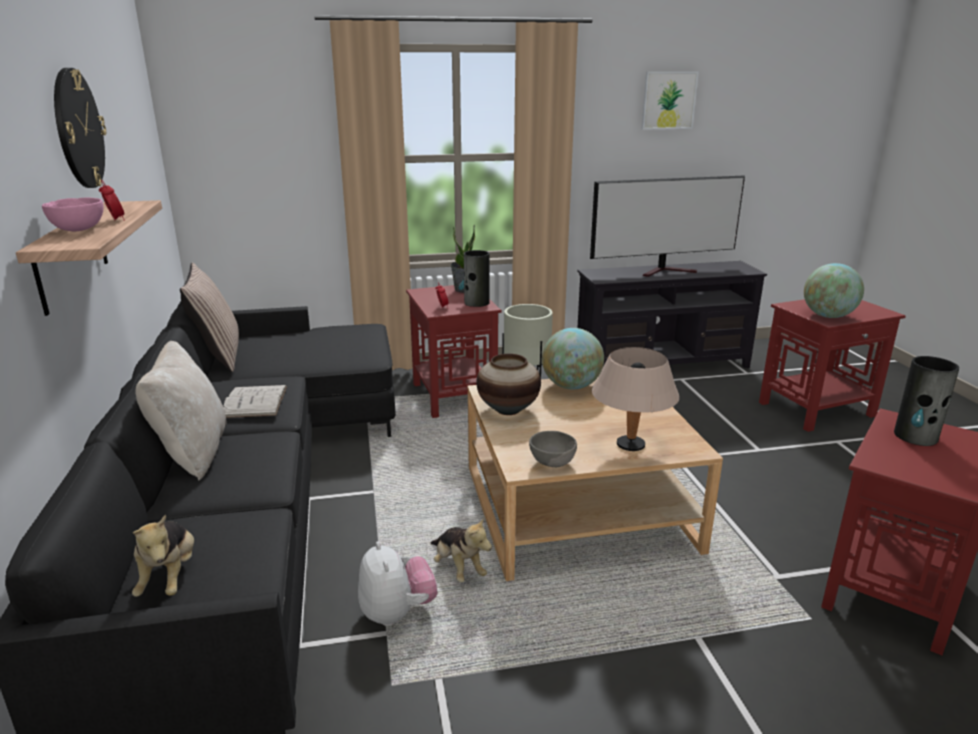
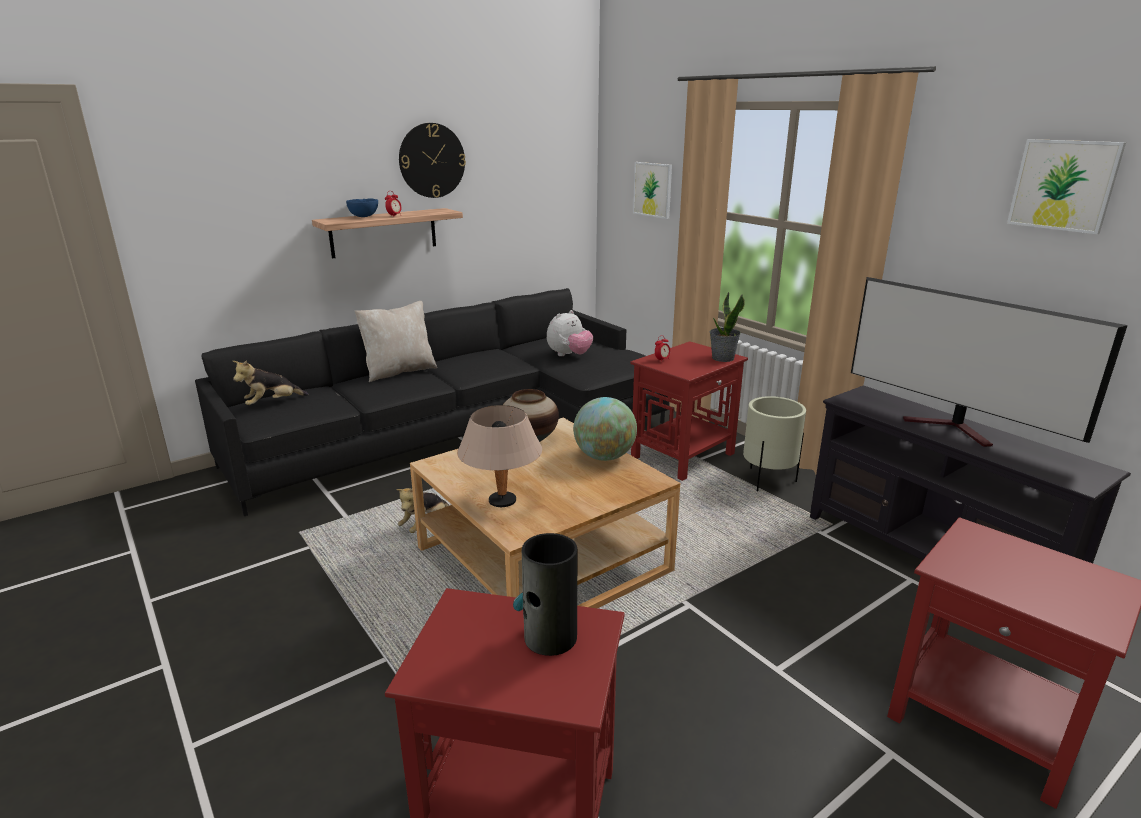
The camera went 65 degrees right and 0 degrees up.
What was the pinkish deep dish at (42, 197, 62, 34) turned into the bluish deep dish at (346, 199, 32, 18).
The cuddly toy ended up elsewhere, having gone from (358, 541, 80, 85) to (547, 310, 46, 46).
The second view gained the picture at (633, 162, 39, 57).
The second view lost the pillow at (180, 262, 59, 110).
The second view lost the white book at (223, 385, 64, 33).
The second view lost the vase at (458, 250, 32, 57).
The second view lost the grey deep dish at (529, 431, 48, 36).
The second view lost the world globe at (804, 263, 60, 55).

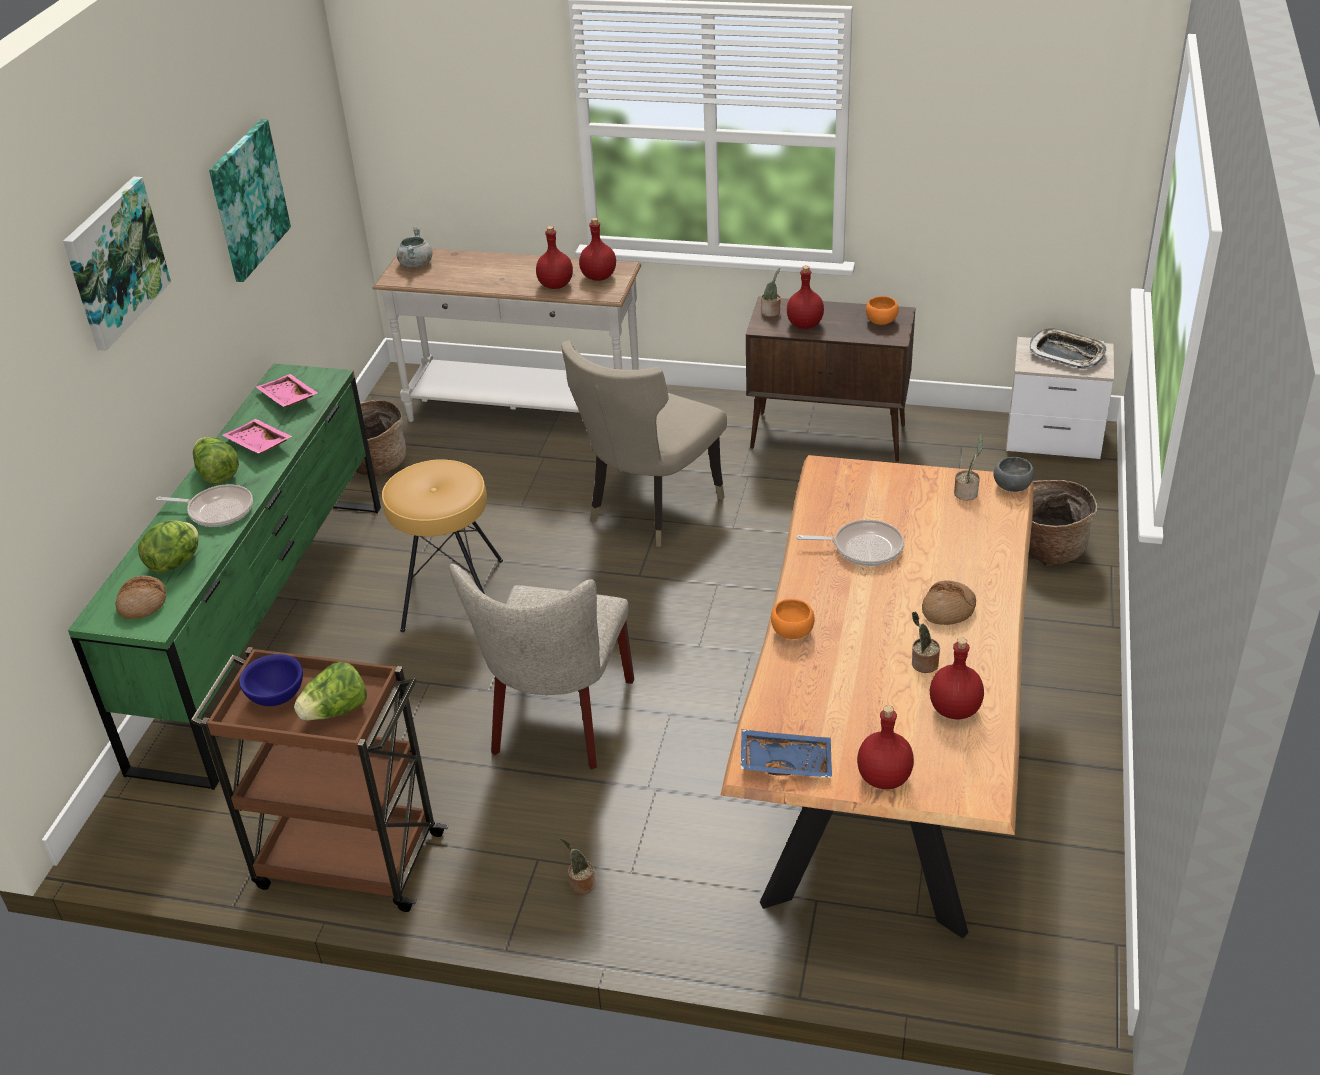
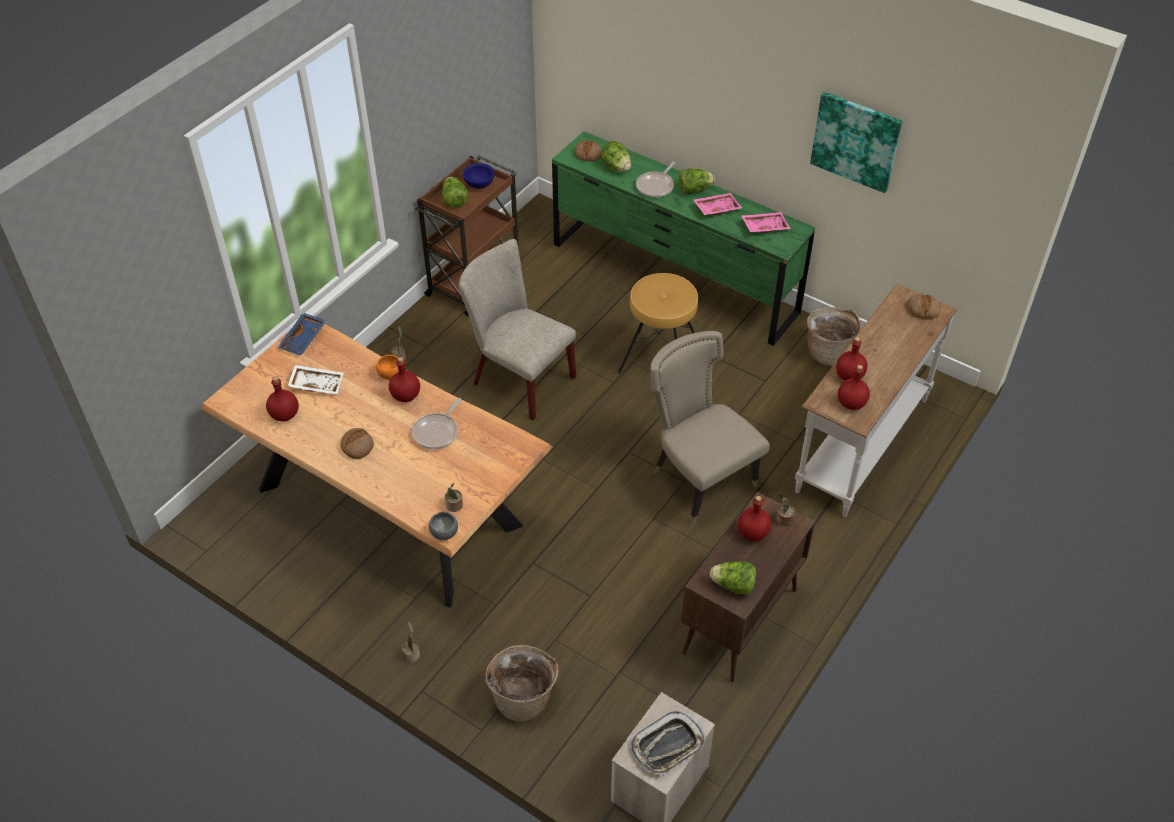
The camera went 110 degrees right and 10 degrees up.
The second view gained the white carrying tray at (288, 365, 56, 30).
The red-coloured drink bottle ended up elsewhere, having gone from (857, 705, 57, 84) to (389, 357, 31, 45).
The potted plant ended up elsewhere, having gone from (912, 612, 28, 61) to (402, 622, 18, 41).
Where the orange-coloured deep dish stood at (866, 296, 33, 29), the lettuce head came to stand at (710, 561, 46, 34).
Where the grey saucepot stood at (397, 227, 36, 40), the baked bread came to stand at (907, 294, 33, 25).
The second view lost the picture at (63, 177, 108, 174).

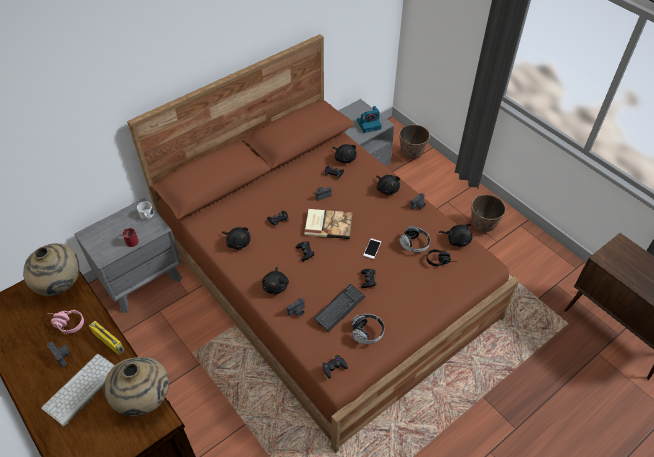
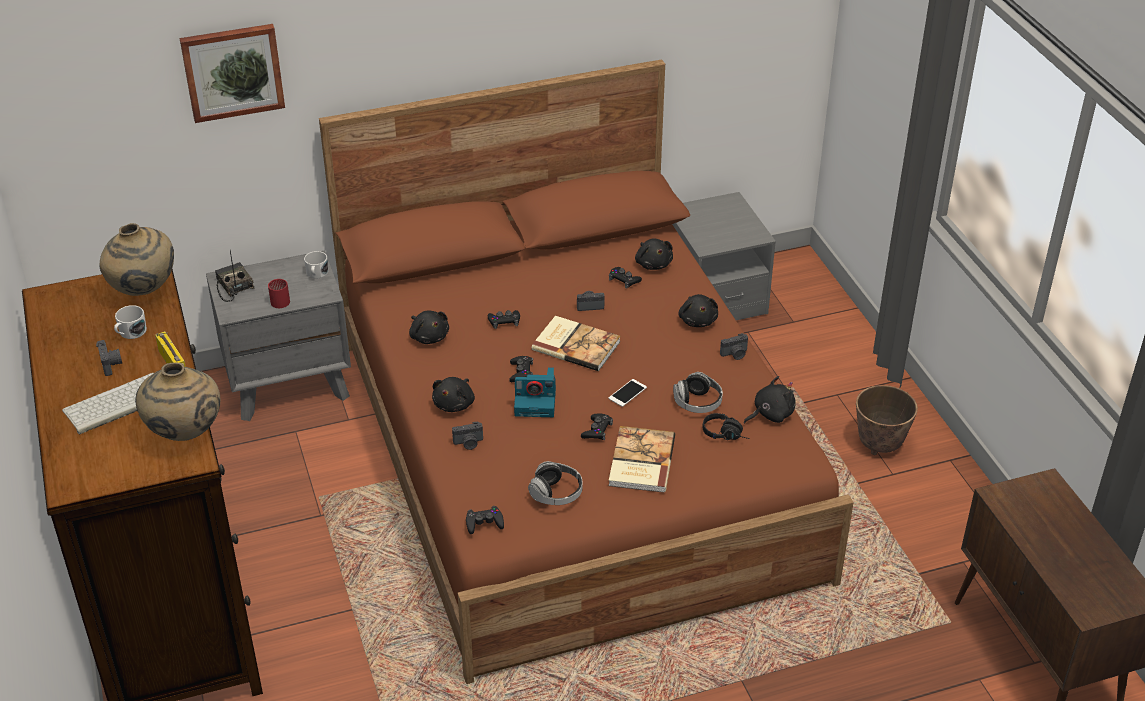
The camera went 20 degrees right and 10 degrees down.
Where the pinkish pair of headphones stood at (47, 310, 37, 24), the white tea mug came to stand at (114, 305, 33, 34).
The second view gained the picture at (180, 24, 105, 99).
The second view gained the radio at (215, 249, 40, 53).
The still camera ended up elsewhere, having gone from (357, 106, 25, 27) to (514, 367, 42, 50).
The second view gained the book at (609, 426, 66, 67).
The black cuddly toy at (438, 224, 35, 23) ended up facing another way, 75 degrees counterclockwise from before.
The second view lost the keyboard at (314, 284, 52, 48).
The second view lost the flower pot at (399, 124, 31, 35).

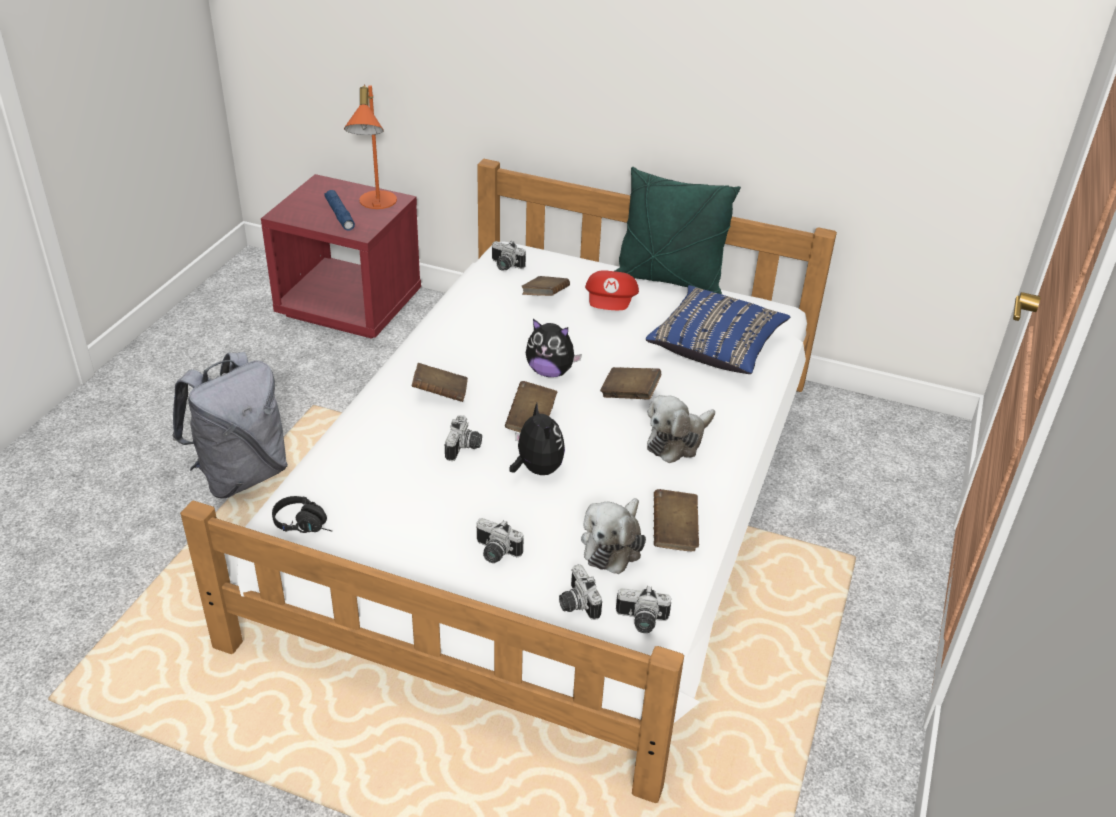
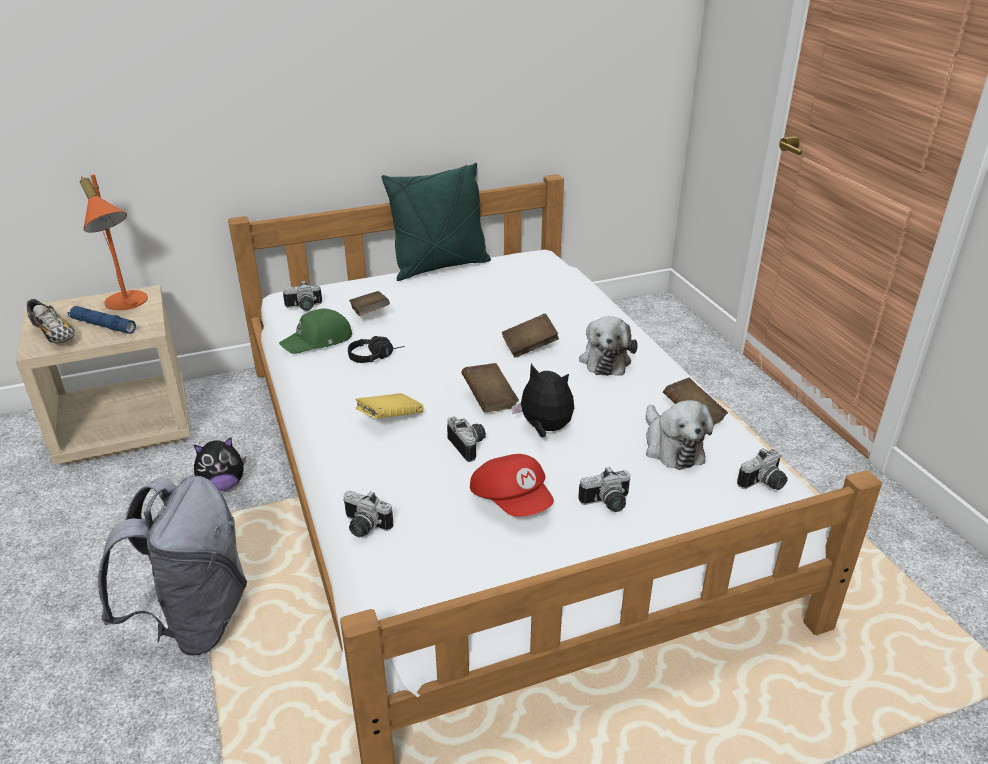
The camera went 40 degrees left and 5 degrees down.
What was the red-coloured bedside table at (261, 174, 160, 165) turned into the beige bedside table at (16, 285, 175, 180).
The second view gained the shoe at (27, 299, 48, 44).
The cuddly toy ended up elsewhere, having gone from (526, 319, 56, 58) to (194, 437, 52, 54).
The second view gained the green-coloured peaked cap at (279, 309, 73, 45).
The still camera ended up elsewhere, having gone from (559, 564, 43, 56) to (343, 491, 50, 46).
The black pair of headphones ended up elsewhere, having gone from (272, 496, 60, 37) to (348, 336, 57, 27).
What was the brown book at (412, 363, 56, 39) turned into the yellow-coloured book at (356, 393, 68, 26).
The red-coloured peaked cap ended up elsewhere, having gone from (585, 270, 54, 40) to (470, 454, 84, 63).
The second view lost the bluish pillow at (646, 285, 144, 89).

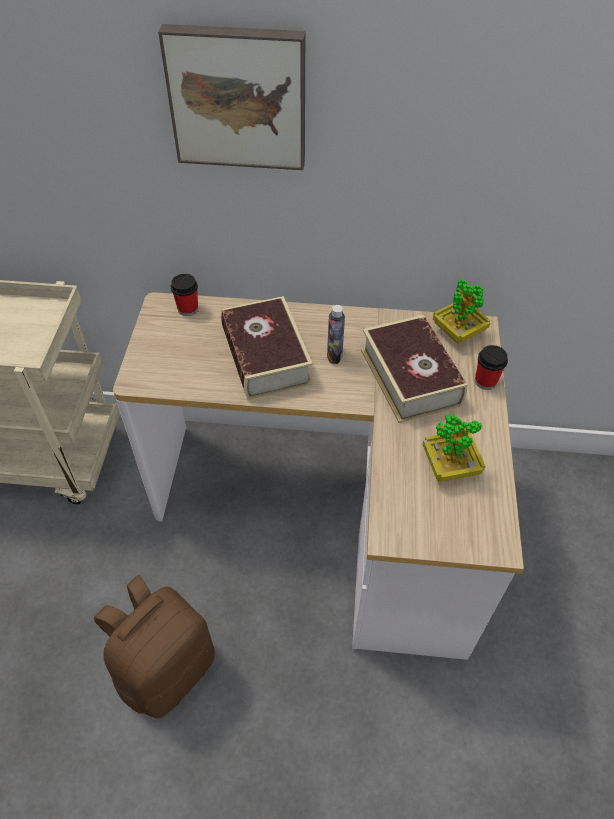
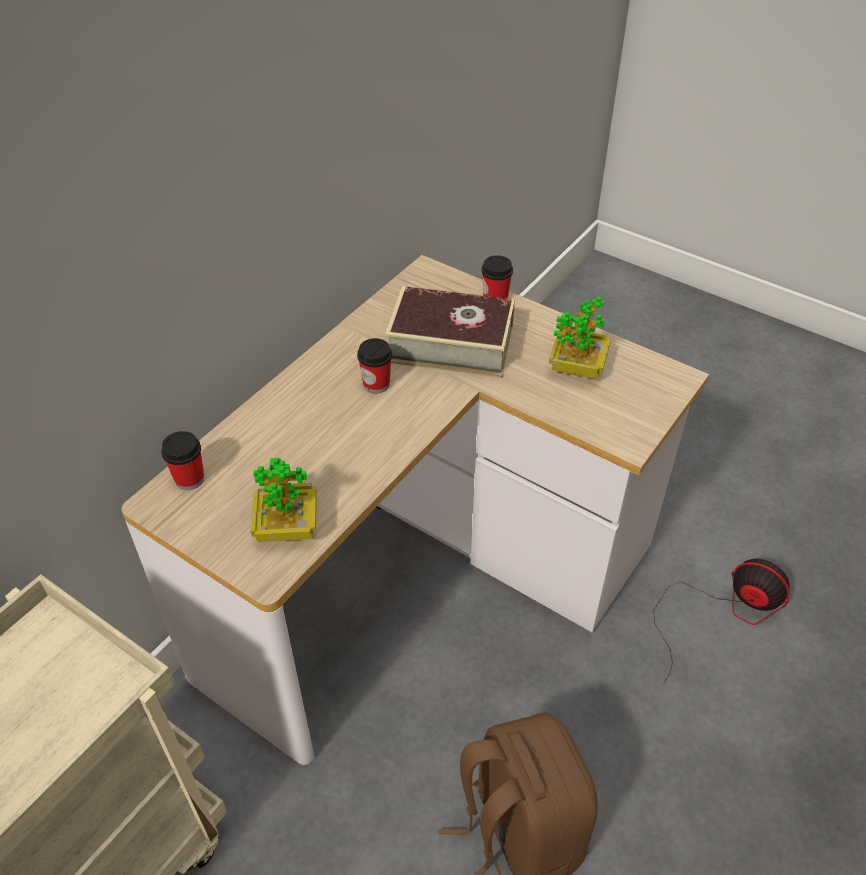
The camera went 60 degrees left and 5 degrees down.
The potted plant ended up elsewhere, having gone from (433, 279, 57, 65) to (251, 458, 66, 84).
Where the drink bottle stood at (327, 305, 18, 59), the small cup came to stand at (357, 338, 35, 56).
The second view gained the electric fan at (653, 558, 137, 125).
The second view lost the picture at (158, 24, 147, 146).
The second view lost the book at (221, 296, 92, 104).

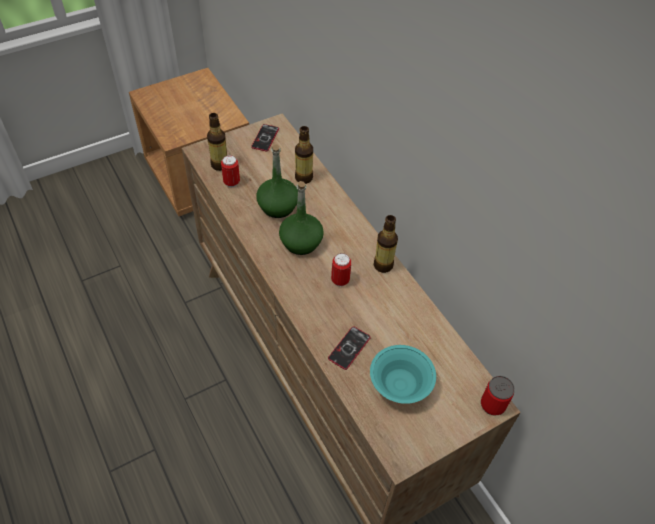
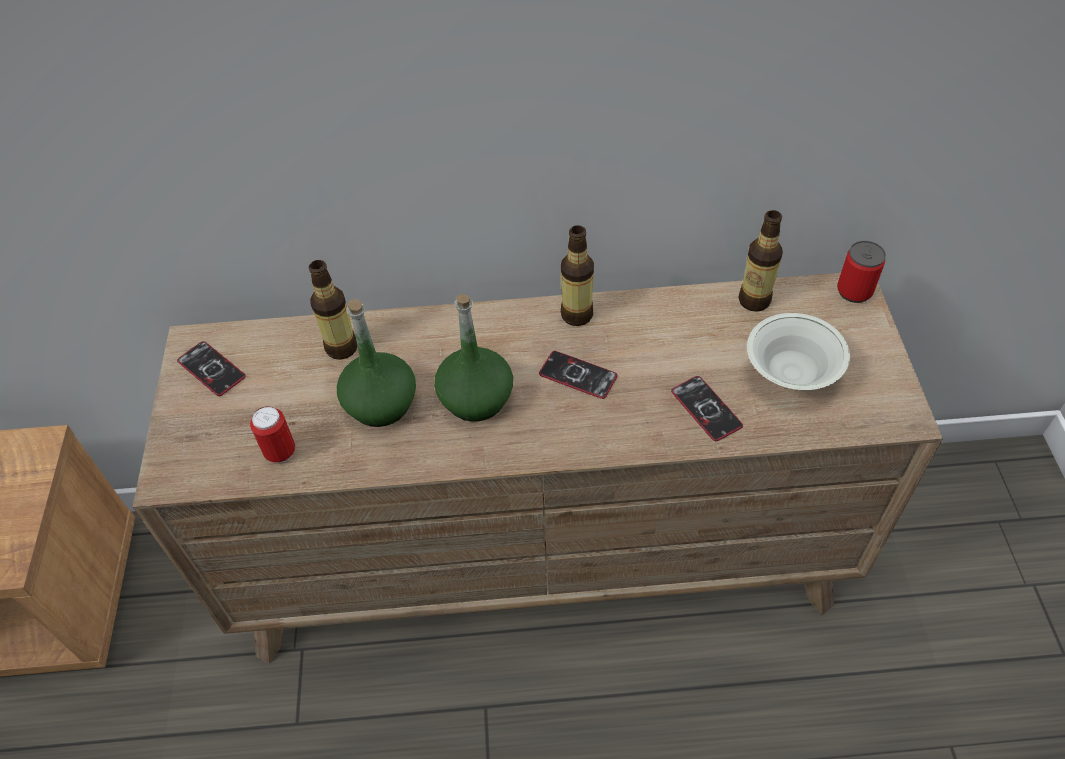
The camera went 60 degrees left and 0 degrees up.
Where the sealed can stood at (331, 253, 20, 33), the handset came to stand at (539, 351, 79, 48).
The drink bottle ended up elsewhere, having gone from (207, 113, 20, 58) to (738, 210, 45, 102).
What was the turquoise-coloured deep dish at (370, 345, 66, 59) turned into the white deep dish at (747, 313, 103, 77).

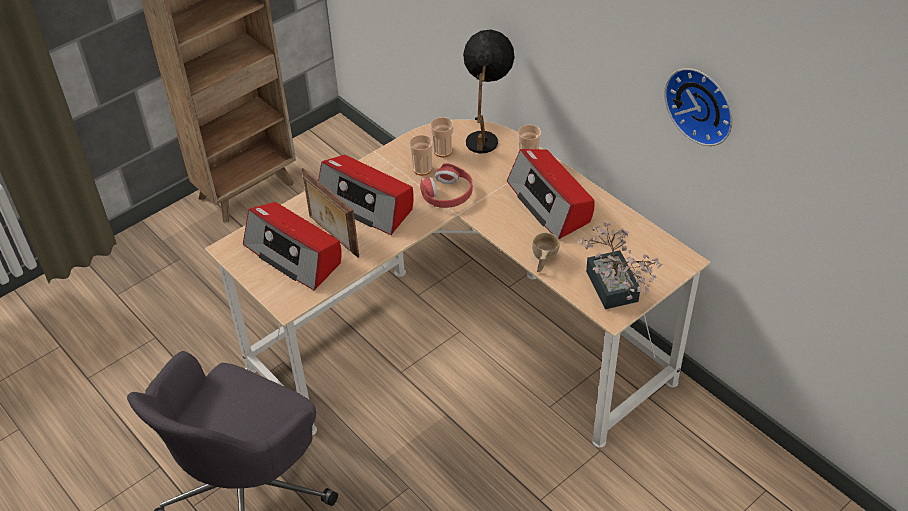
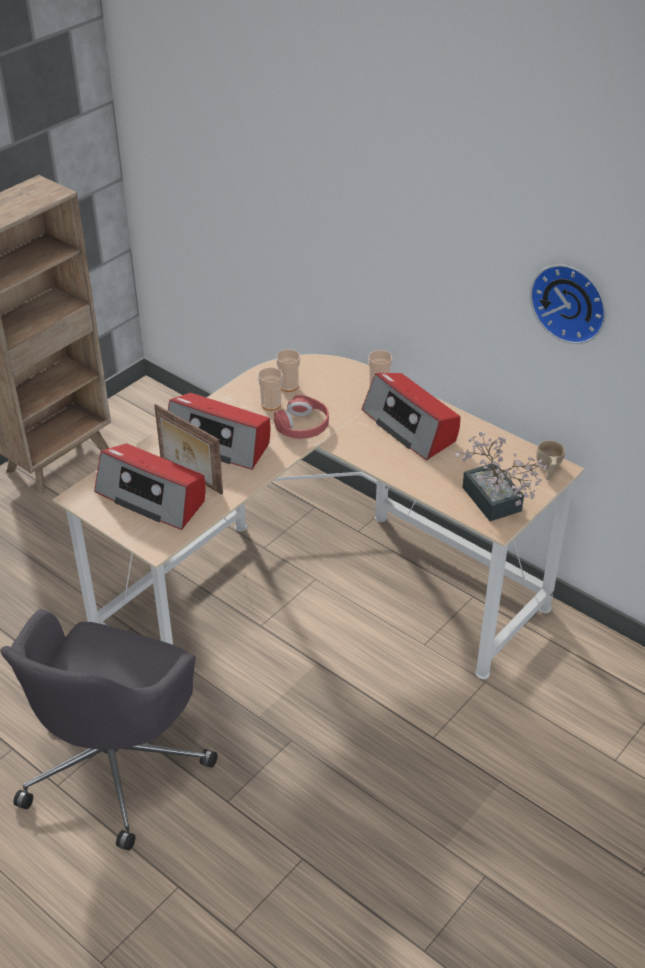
The camera went 10 degrees left and 5 degrees down.
The beige small cup ended up elsewhere, having gone from (532, 233, 28, 39) to (536, 440, 29, 40).
The second view lost the black lamp for a table at (463, 29, 52, 124).

